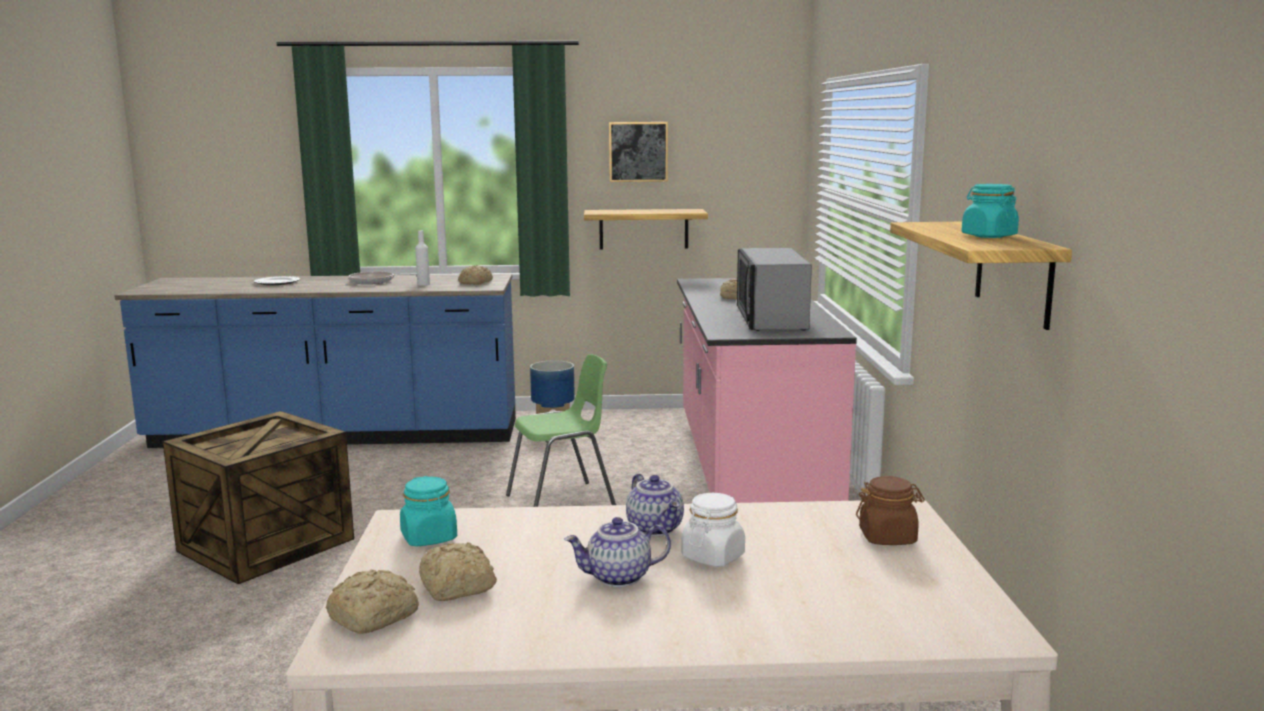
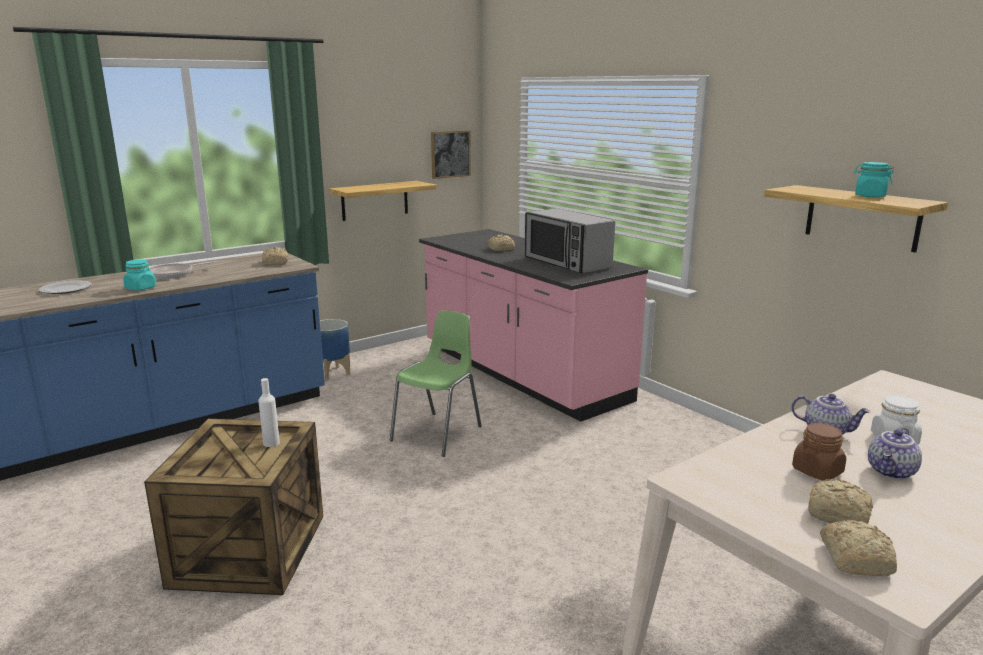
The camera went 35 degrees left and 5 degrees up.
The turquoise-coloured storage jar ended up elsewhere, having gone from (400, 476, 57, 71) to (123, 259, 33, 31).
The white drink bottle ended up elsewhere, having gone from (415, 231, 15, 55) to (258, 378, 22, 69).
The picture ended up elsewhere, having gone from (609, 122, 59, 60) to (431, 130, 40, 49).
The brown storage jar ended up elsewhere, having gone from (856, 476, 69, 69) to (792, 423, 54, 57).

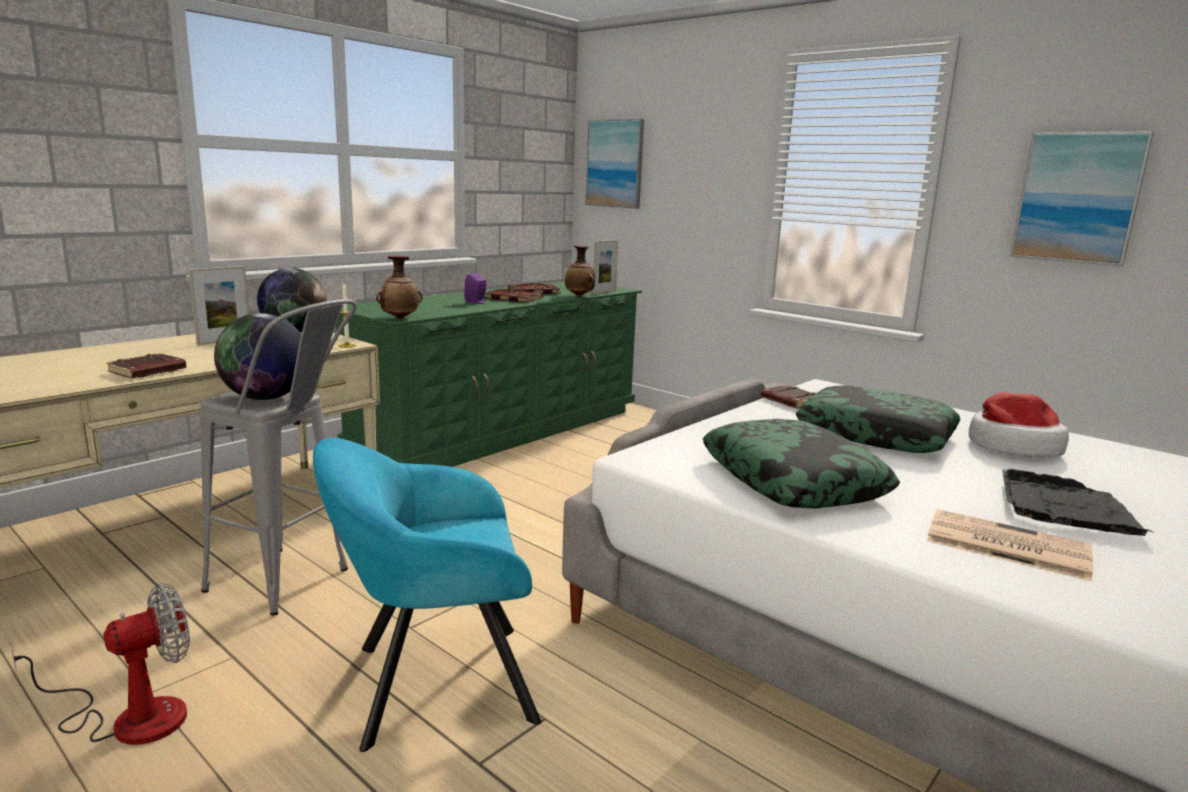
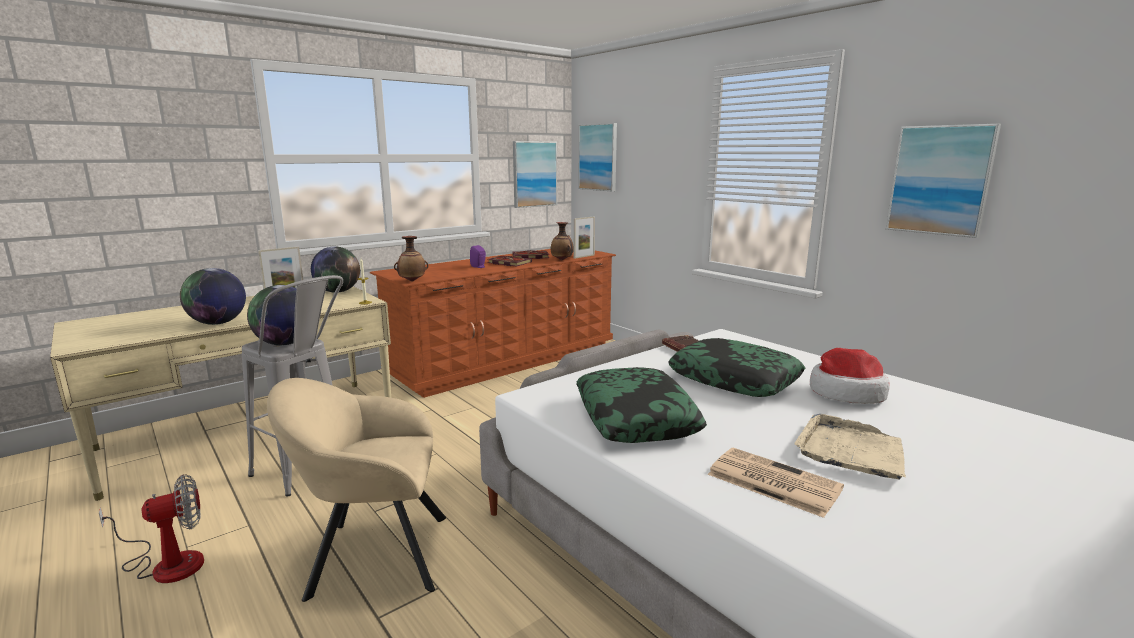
The camera went 10 degrees right and 0 degrees up.
Where the brown book stood at (106, 353, 80, 25), the world globe came to stand at (180, 268, 66, 57).
What was the turquoise-coloured lounge chair at (313, 438, 228, 314) turned into the beige lounge chair at (267, 378, 179, 224).
What was the green-coloured chest of drawers at (336, 282, 306, 185) turned into the brown chest of drawers at (370, 249, 246, 149).
The second view gained the picture at (513, 141, 44, 67).
What was the black carrying tray at (1002, 469, 151, 67) turned into the beige carrying tray at (794, 414, 112, 66).

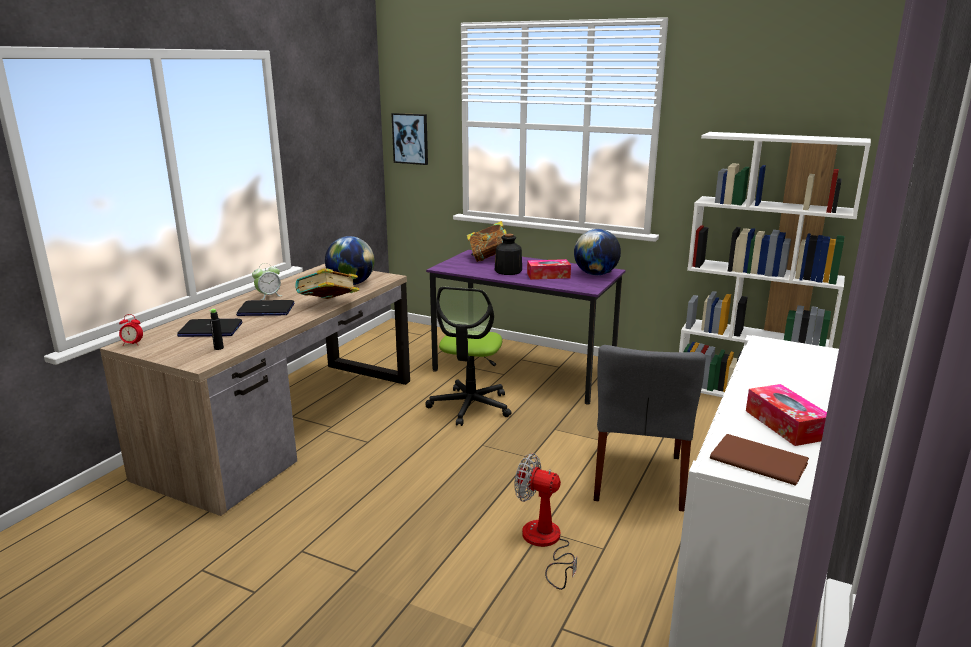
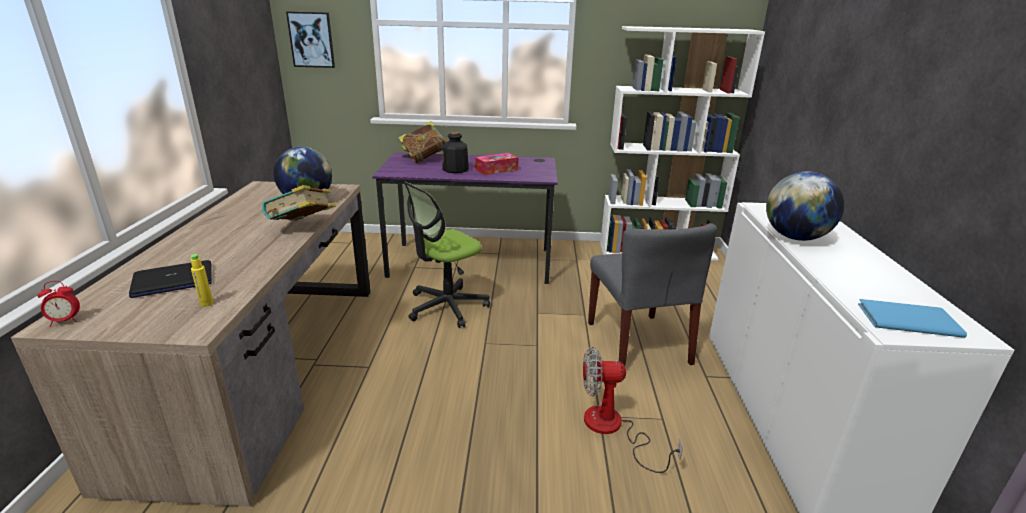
The camera went 25 degrees left and 5 degrees up.
What was the black drink bottle at (209, 309, 15, 41) turned into the yellow-coloured drink bottle at (190, 254, 23, 53).
The office chair at (425, 287, 86, 139) ended up facing another way, 60 degrees clockwise from before.
The world globe ended up elsewhere, having gone from (574, 229, 47, 46) to (766, 171, 78, 70).
What was the brown book at (710, 434, 99, 52) turned into the bluish book at (858, 299, 109, 39).
The second view lost the laptop at (236, 300, 58, 16).
The second view lost the table clock at (252, 263, 30, 37).
The second view lost the box of tissues at (746, 384, 81, 62).

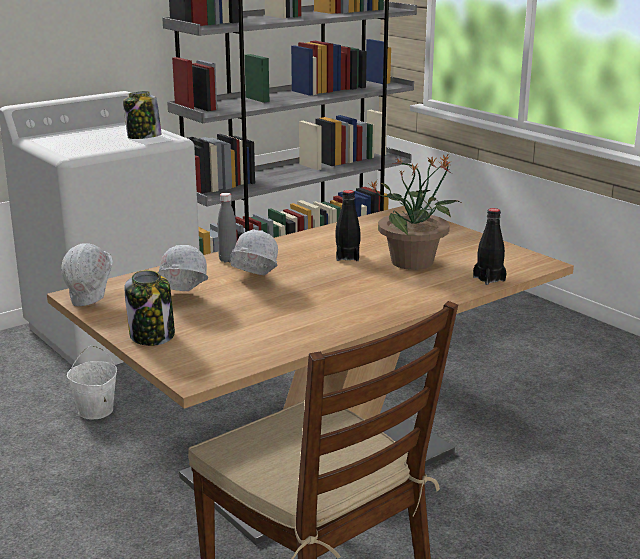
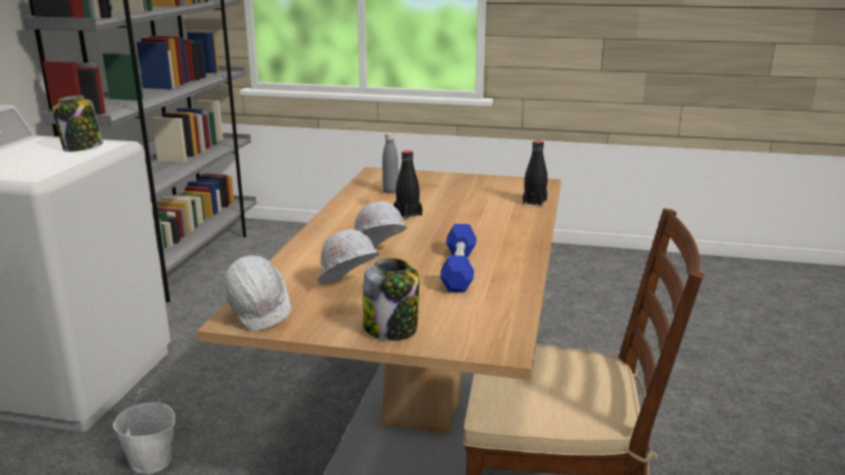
The camera went 40 degrees left and 0 degrees up.
The grey drink bottle ended up elsewhere, having gone from (218, 193, 19, 70) to (382, 132, 17, 62).
The second view gained the bluish free weight at (440, 224, 36, 69).
The second view lost the potted plant at (369, 153, 91, 117).

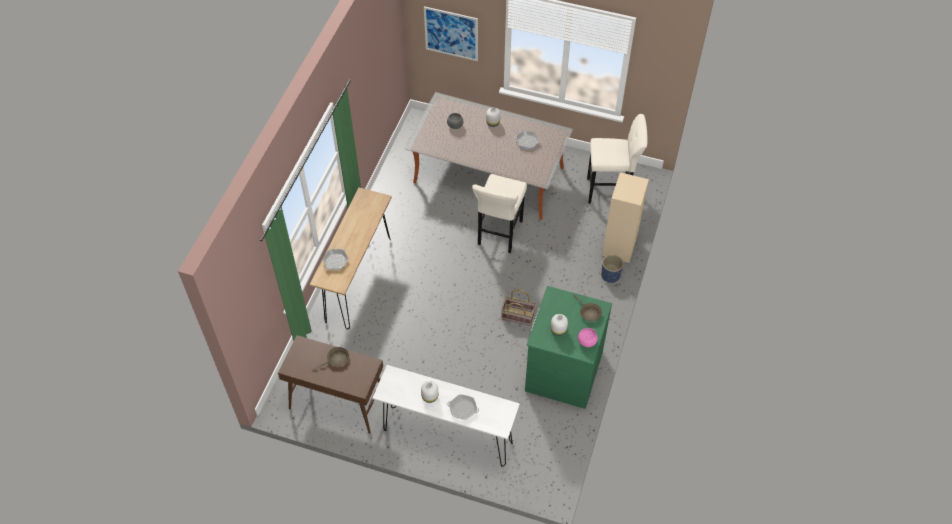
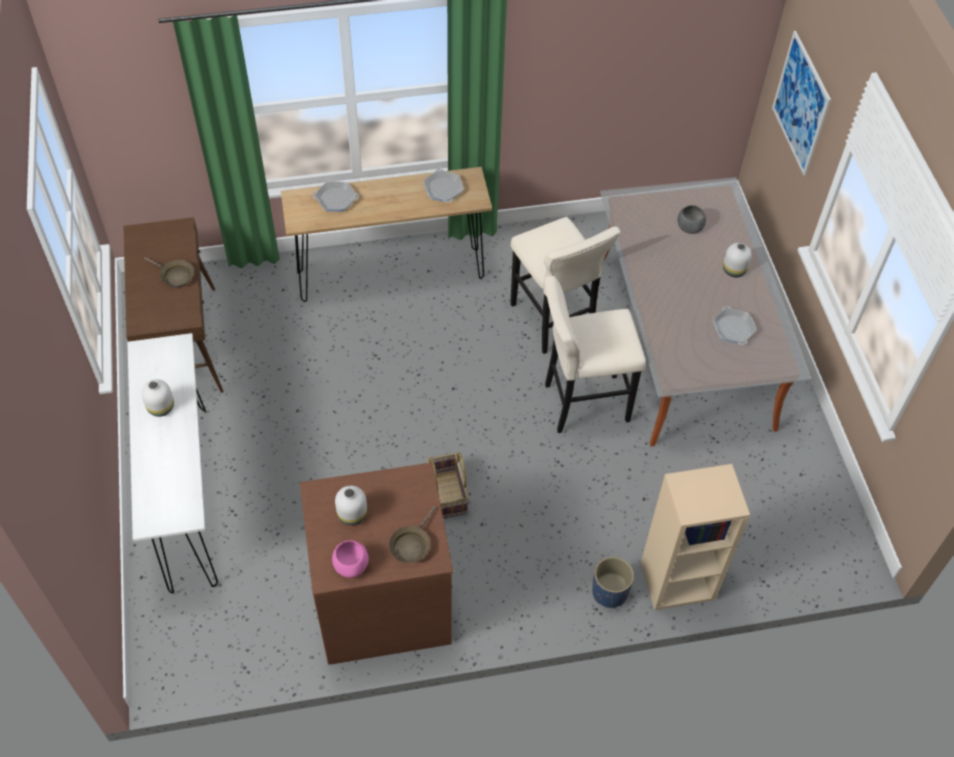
The camera went 60 degrees right and 0 degrees up.
What was the green-coloured chest of drawers at (525, 286, 87, 123) turned into the brown chest of drawers at (300, 463, 153, 202).
The pan ended up elsewhere, having gone from (447, 394, 32, 26) to (424, 169, 40, 33).
The beige sitting stool ended up elsewhere, having gone from (587, 114, 61, 90) to (510, 217, 110, 137).

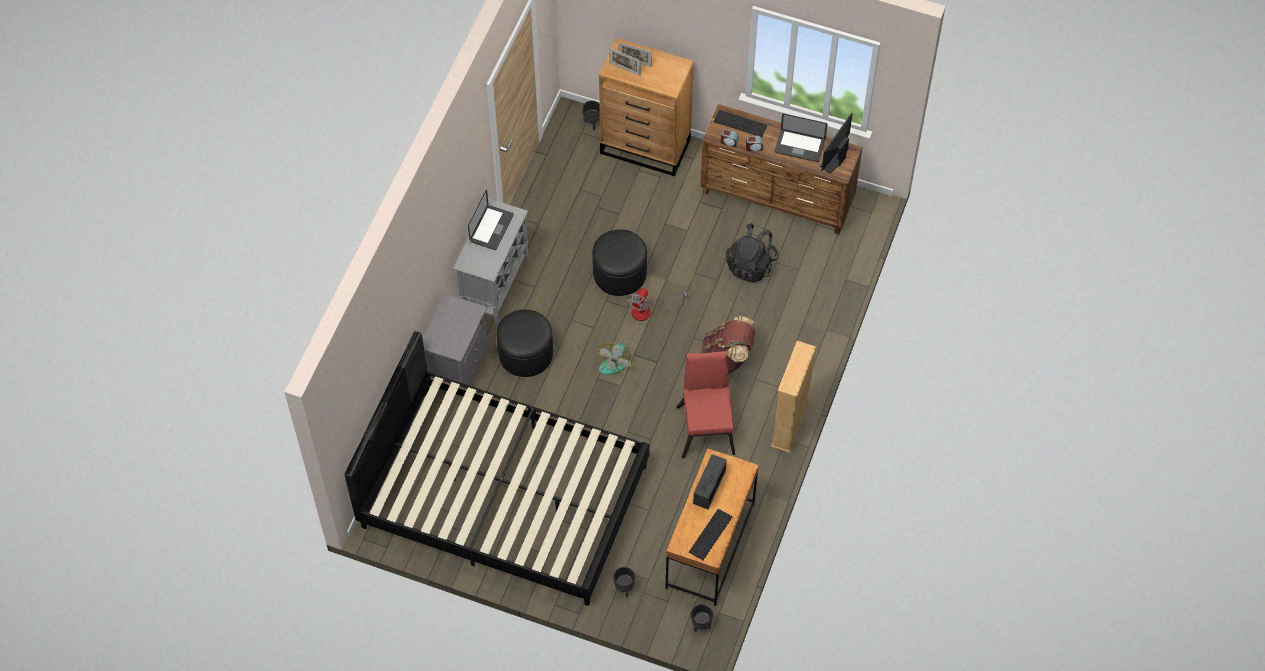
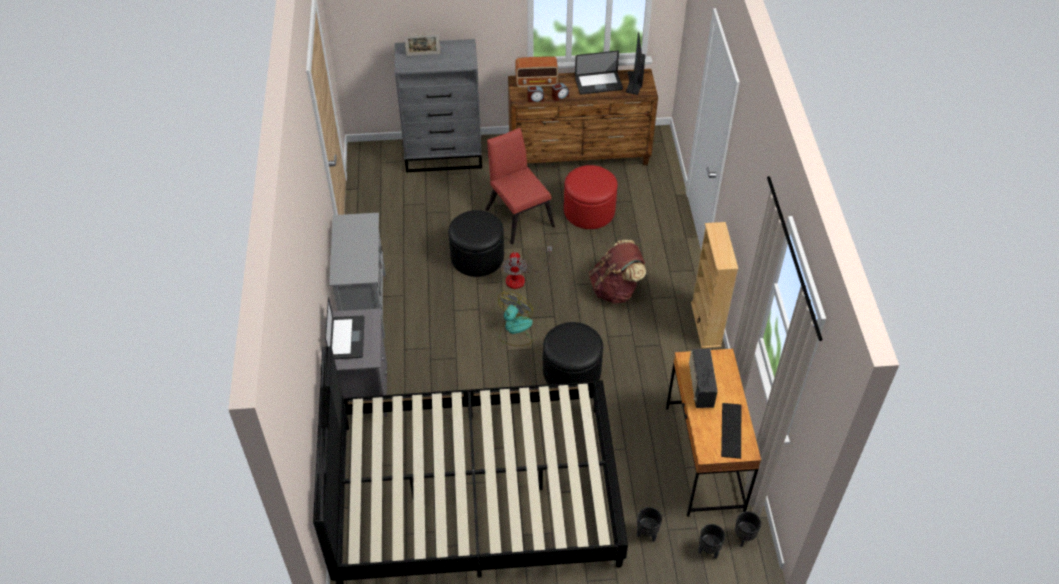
The camera went 25 degrees left and 10 degrees down.
The laptop ended up elsewhere, having gone from (468, 189, 46, 61) to (325, 297, 40, 62).
What was the brown chest of drawers at (599, 38, 95, 139) turned into the grey chest of drawers at (395, 39, 87, 134).
The red-coloured chair ended up elsewhere, having gone from (677, 351, 58, 108) to (486, 128, 69, 116).
The electric fan at (597, 342, 36, 33) ended up facing another way, 150 degrees counterclockwise from before.
Where the keyboard stood at (714, 110, 53, 27), the radio came to stand at (515, 56, 43, 32).
The black footrest ended up elsewhere, having gone from (496, 309, 57, 68) to (543, 322, 60, 62).
Where the black knapsack stood at (726, 223, 53, 59), the red-coloured footrest came to stand at (564, 165, 54, 64).
The black flower pot ended up elsewhere, having gone from (582, 101, 18, 29) to (698, 524, 27, 35).
The second view lost the standing frame at (609, 47, 32, 29).

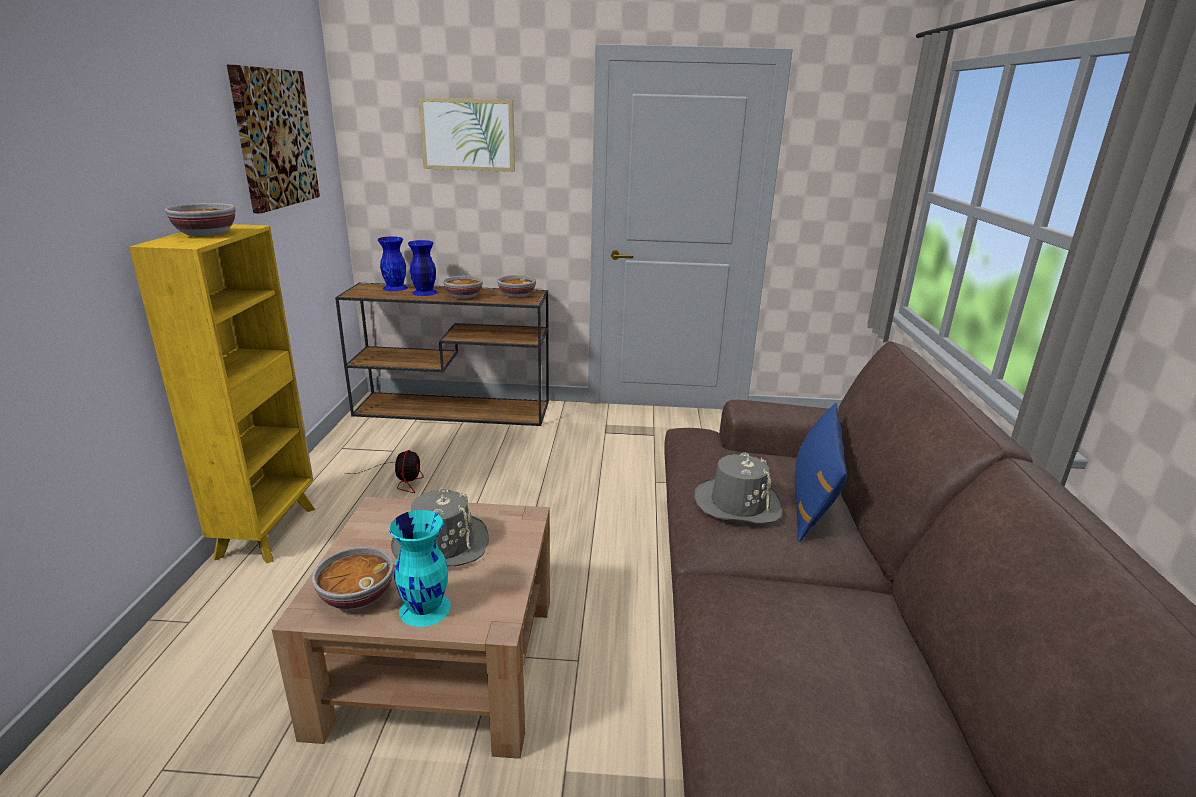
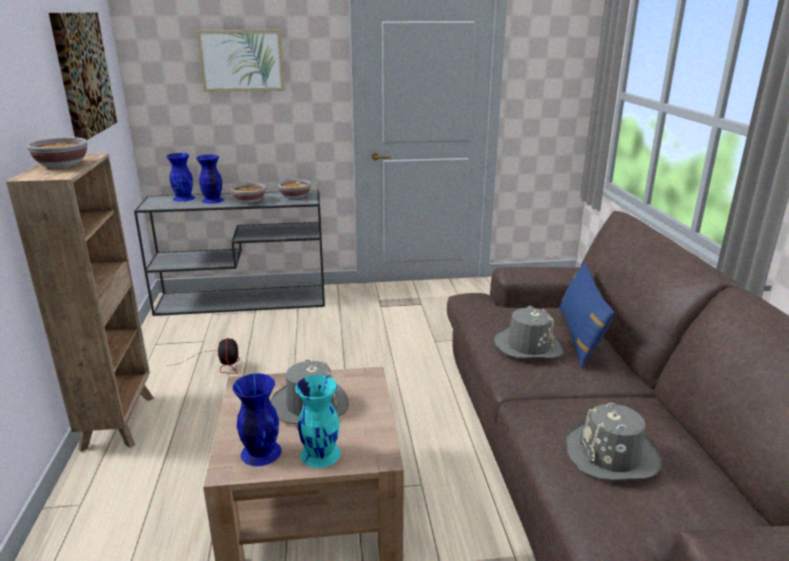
The camera went 10 degrees left and 0 degrees up.
What was the yellow-coloured bookshelf at (129, 224, 186, 339) turned into the brown bookshelf at (6, 153, 148, 299).
What was the brown hall table at (335, 283, 214, 143) turned into the grey hall table at (134, 190, 191, 126).
Where the deep dish stood at (312, 547, 82, 63), the bluish vase came to stand at (232, 374, 49, 92).
The second view gained the grey clothing hat at (566, 403, 96, 78).

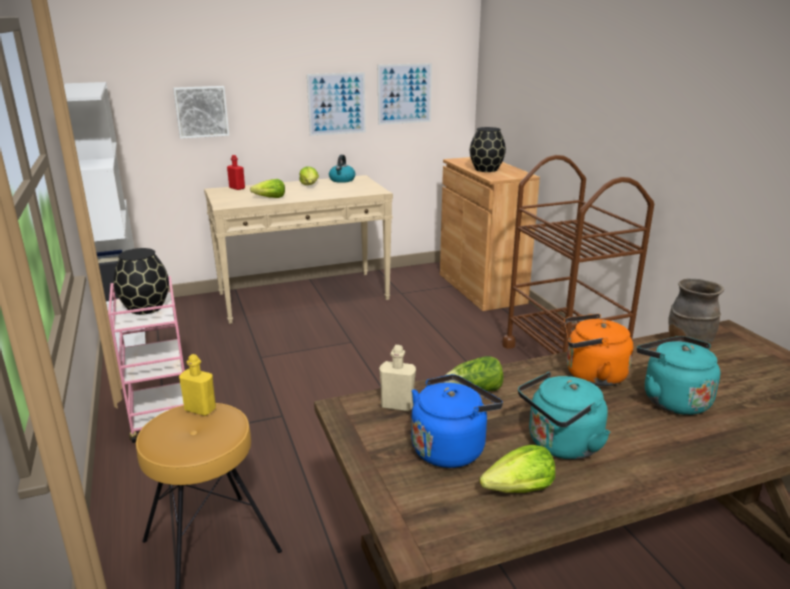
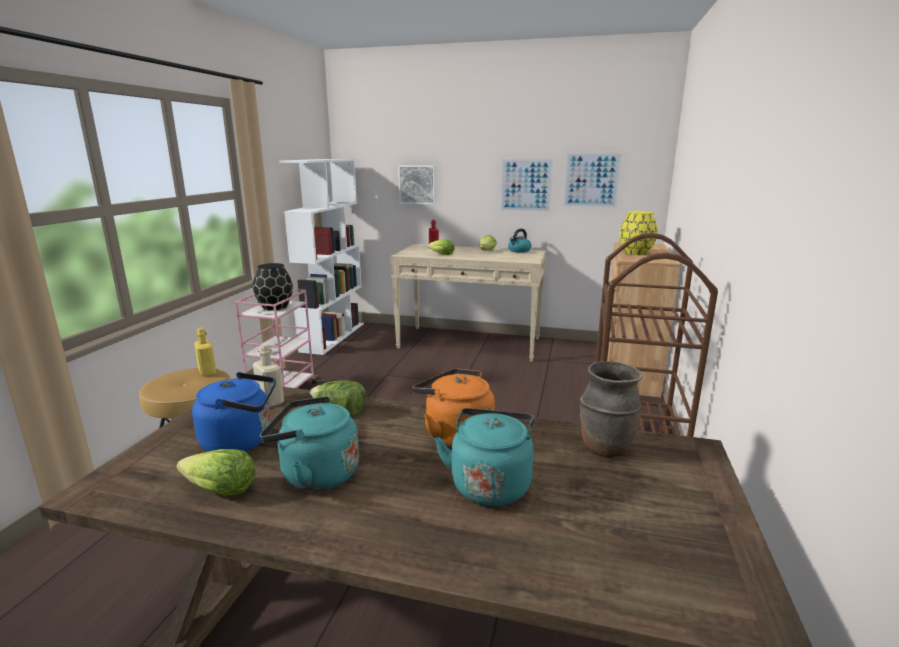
The camera went 35 degrees right and 5 degrees down.
What was the black vase at (470, 127, 36, 45) turned into the yellow-coloured vase at (620, 211, 38, 44).

